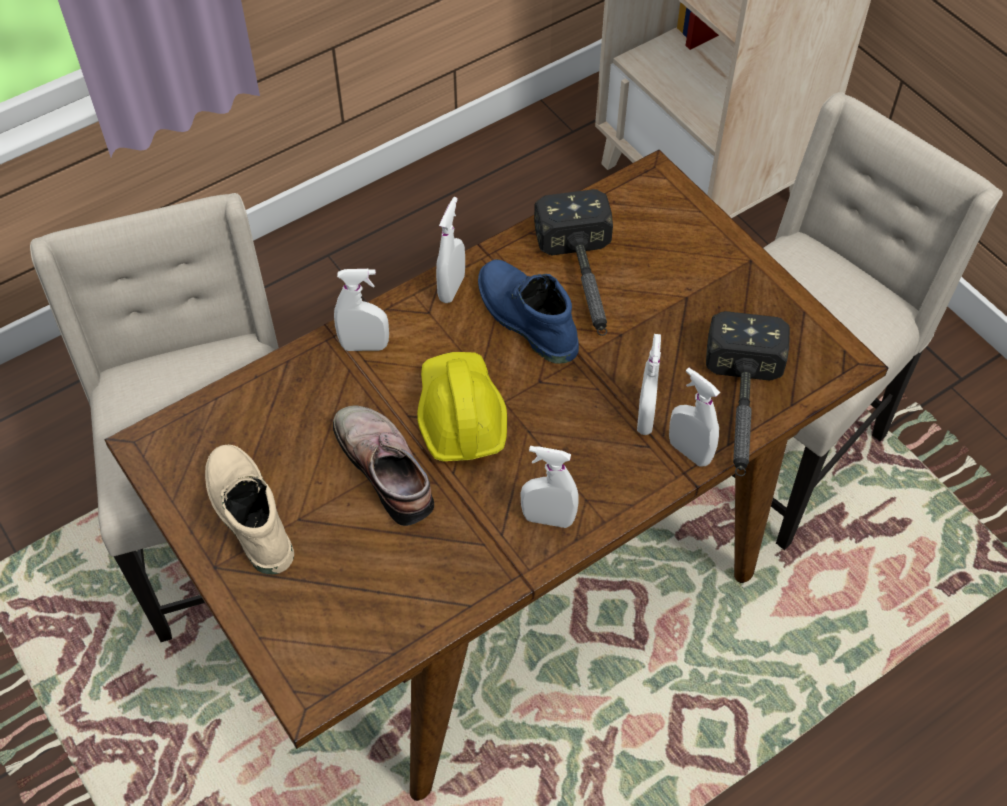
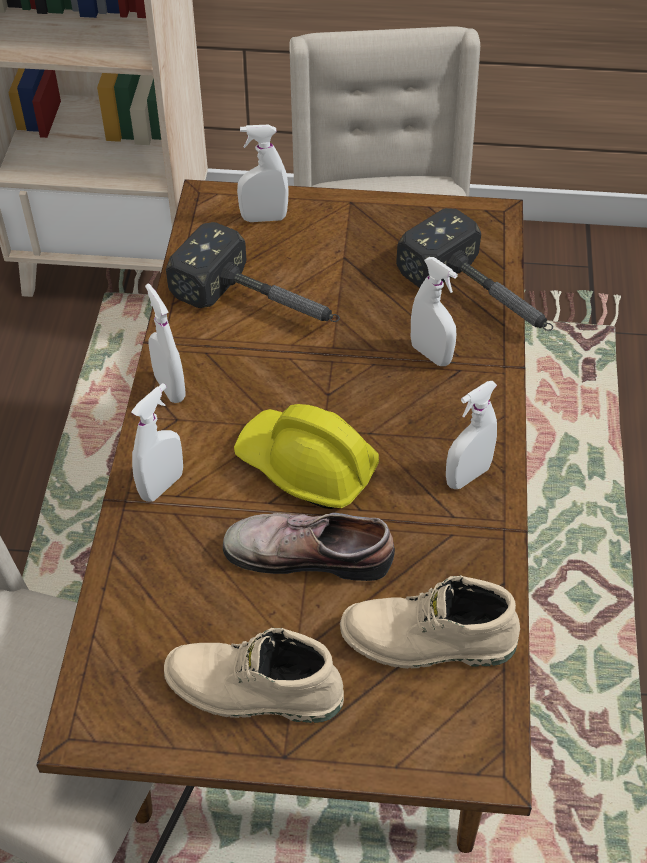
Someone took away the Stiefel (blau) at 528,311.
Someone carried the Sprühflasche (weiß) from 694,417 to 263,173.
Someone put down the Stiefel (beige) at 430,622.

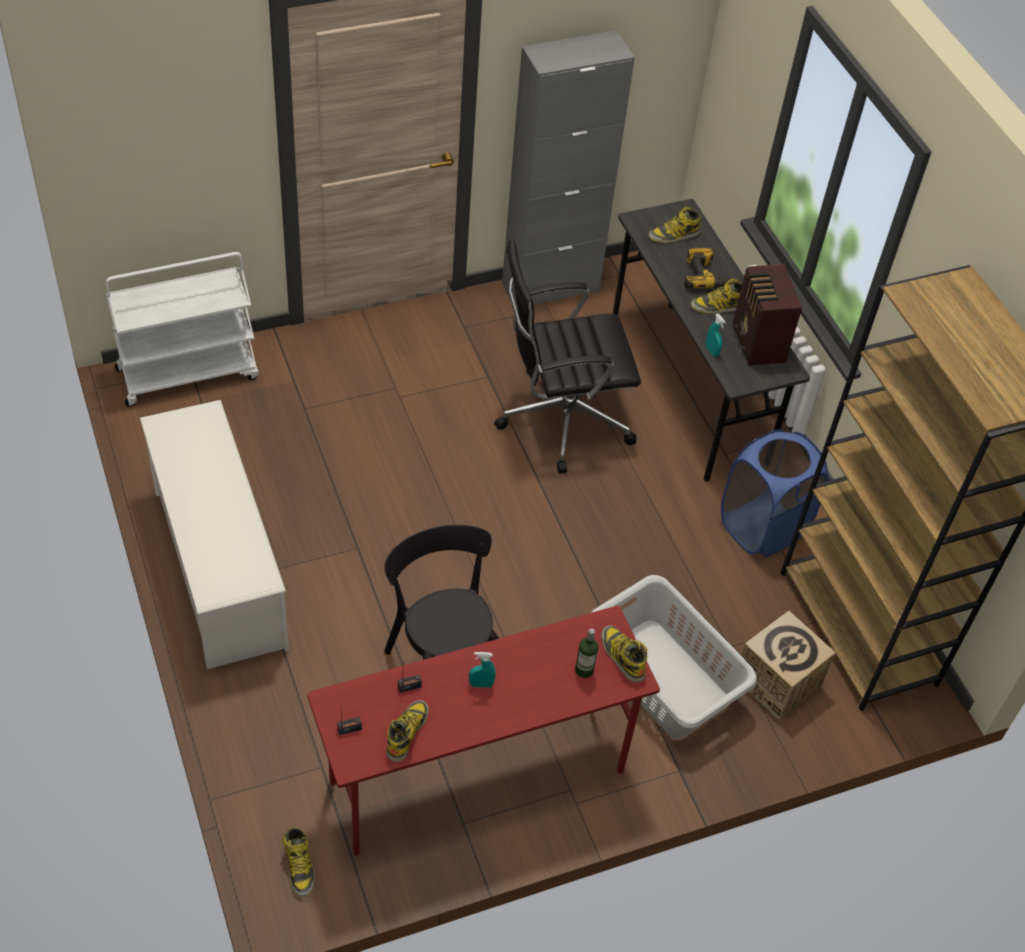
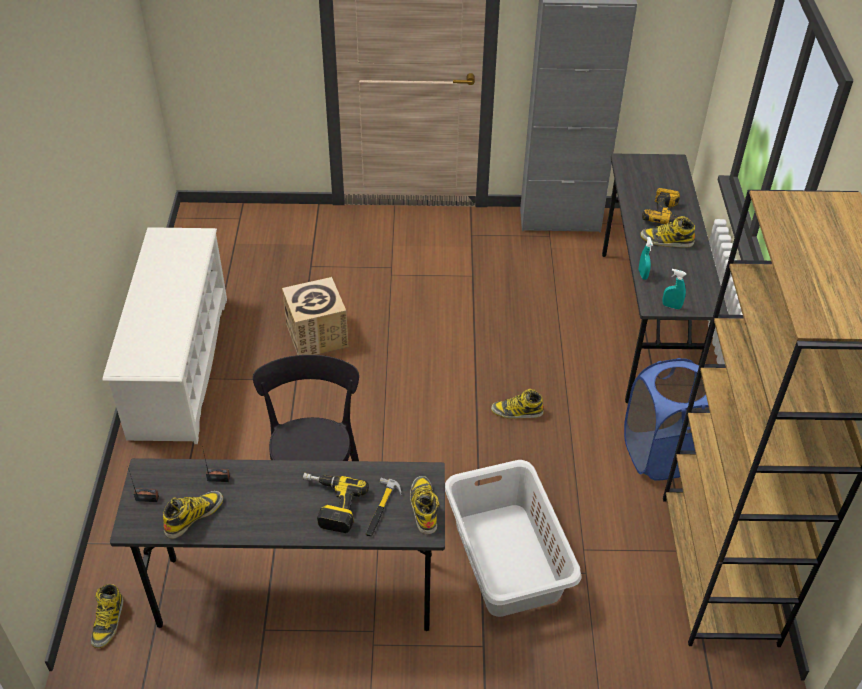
Someone took away the Rollwagen (weiß) at 182,329.
Someone repainted the Schreibtisch (rot) at 483,731, which became the Schreibtisch (grau) at 277,544.
Someone carried the Sprühflasche (türkis) from 482,670 to 674,289.
Someone took away the Bürostuhl (schwarz) at 567,356.
Someone swapped the Flasche at 586,653 for the Hammer at 383,507.
Someone carried the Stiefel from 674,225 to 517,404.
Someone took away the Radio at 767,315.
Someone carried the Karton from 788,665 to 315,316.
Someone put down the Bohrmaschine at 336,503.

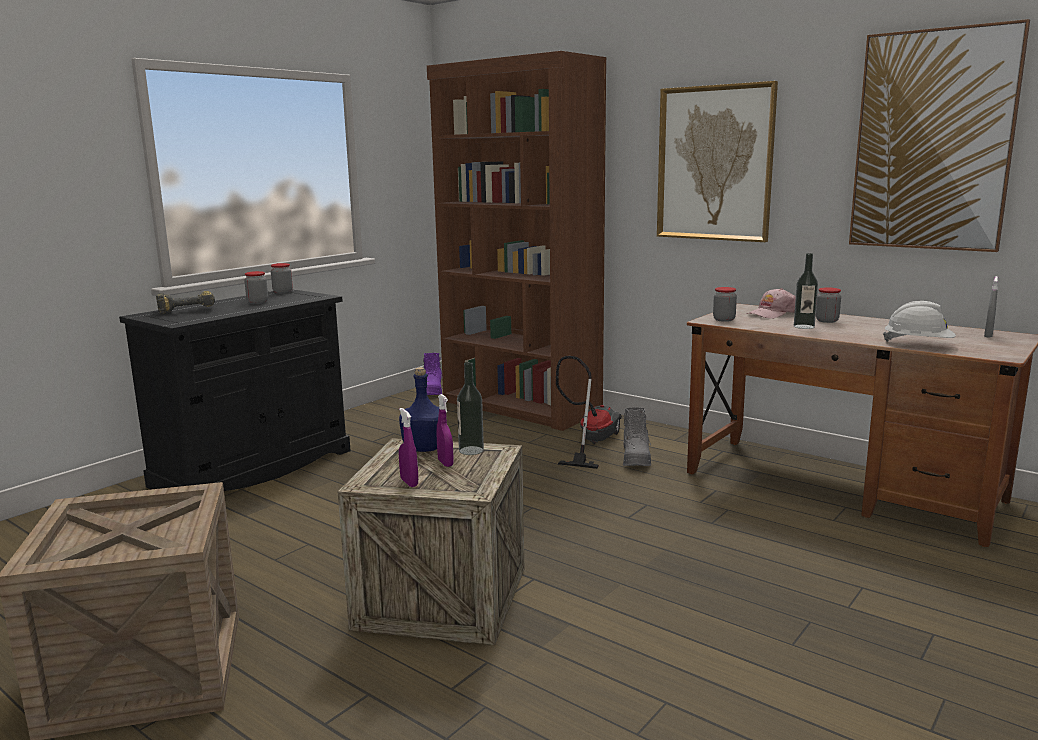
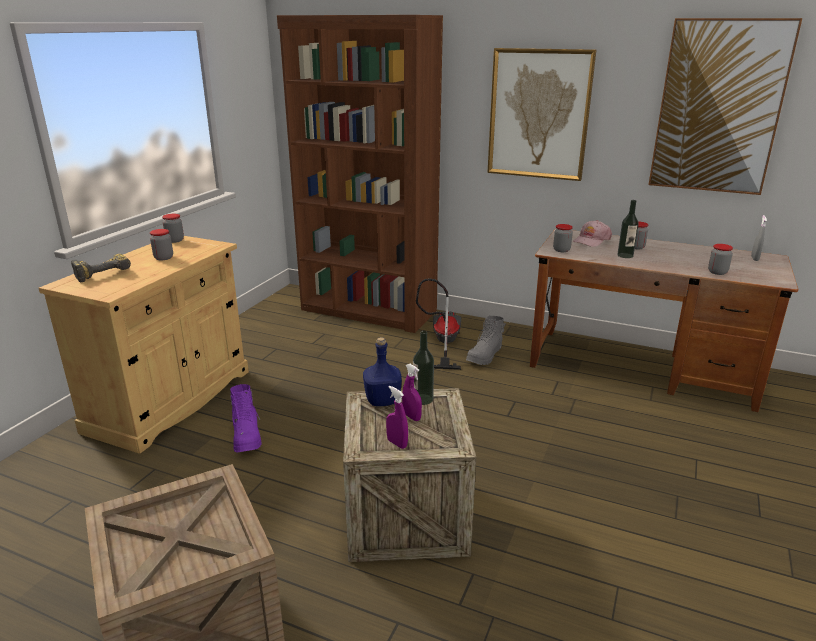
Someone repainted the Schrank (schwarz) at 235,390, which became the Schrank (beige) at 144,344.
Someone carried the Stiefel (lila) from 432,374 to 246,418.
Someone rotated the Stiefel (grau) at 637,436 by 45 degrees clockwise.
Someone swapped the Schutzhelm (weiß) at 919,321 for the Vorratsglas at 720,259.

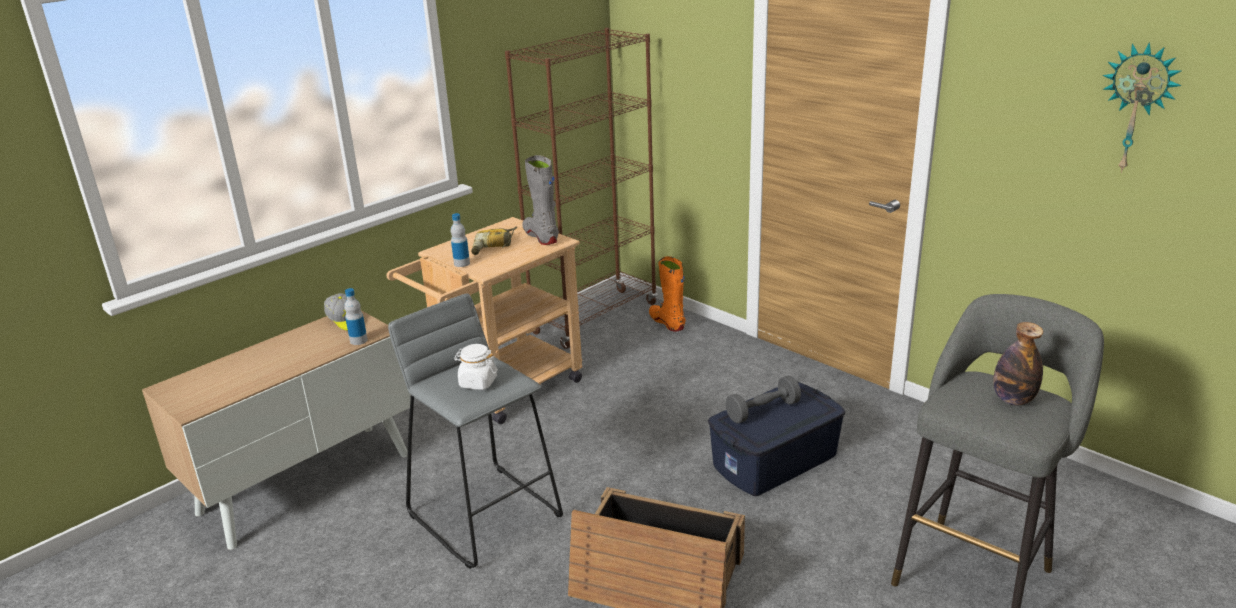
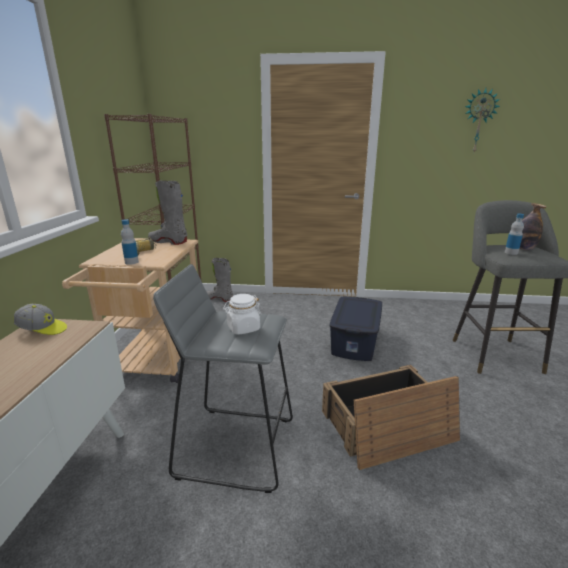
Someone carried the Flasche from 356,316 to 514,234.
Someone repainted the Stiefel (orange) at 667,293, which became the Stiefel (grau) at 219,280.
Someone took away the Hantel (grau) at 763,399.

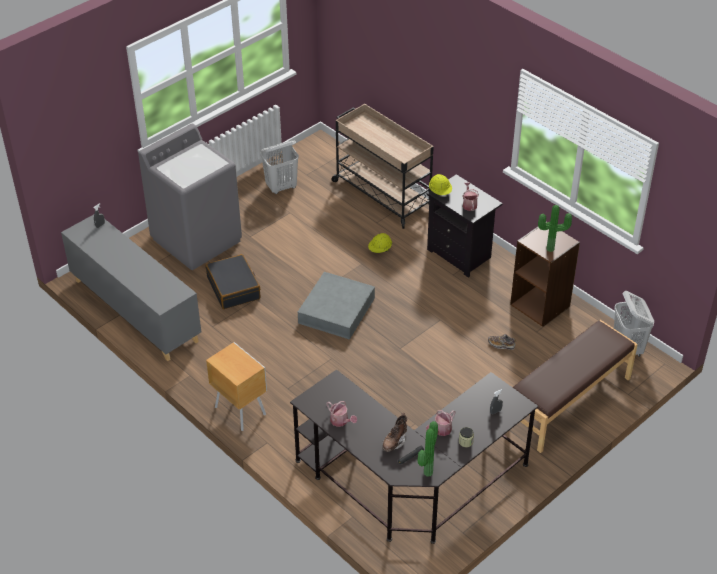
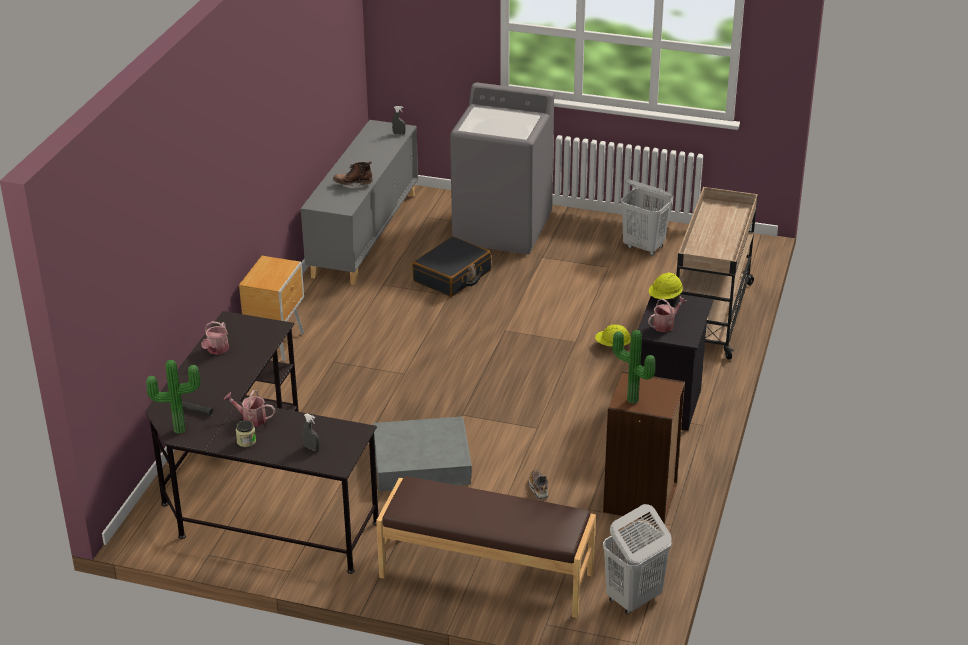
Someone carried the Aufbewahrungsbox (grau) from 336,306 to 422,453.
Someone carried the Stiefel (braun) from 394,432 to 353,175.

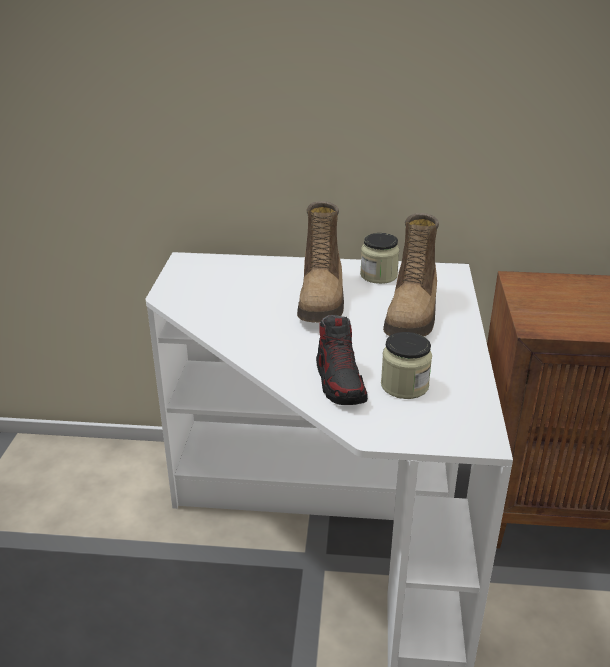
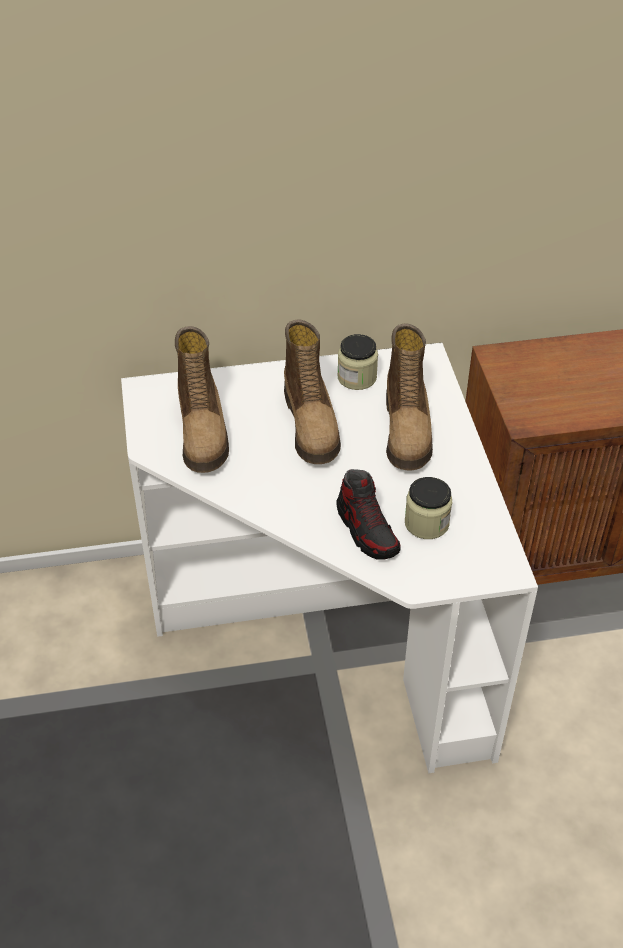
Someone put down the Stiefel at 202,399.

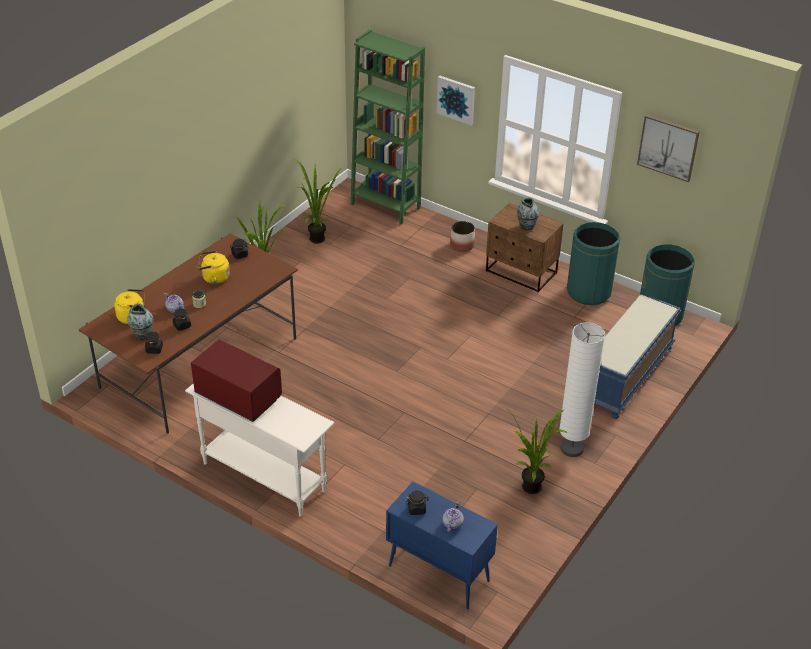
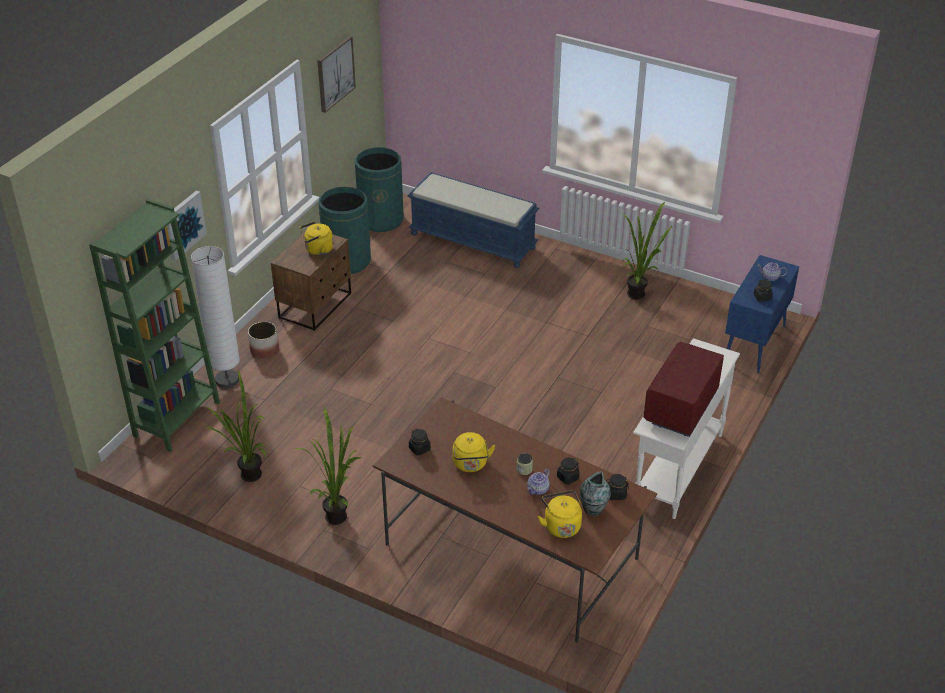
Someone swapped the Vase at 528,214 for the Wasserkessel (gelb) at 316,238.
Someone carried the Stehlampe (weiß) from 582,390 to 215,317.

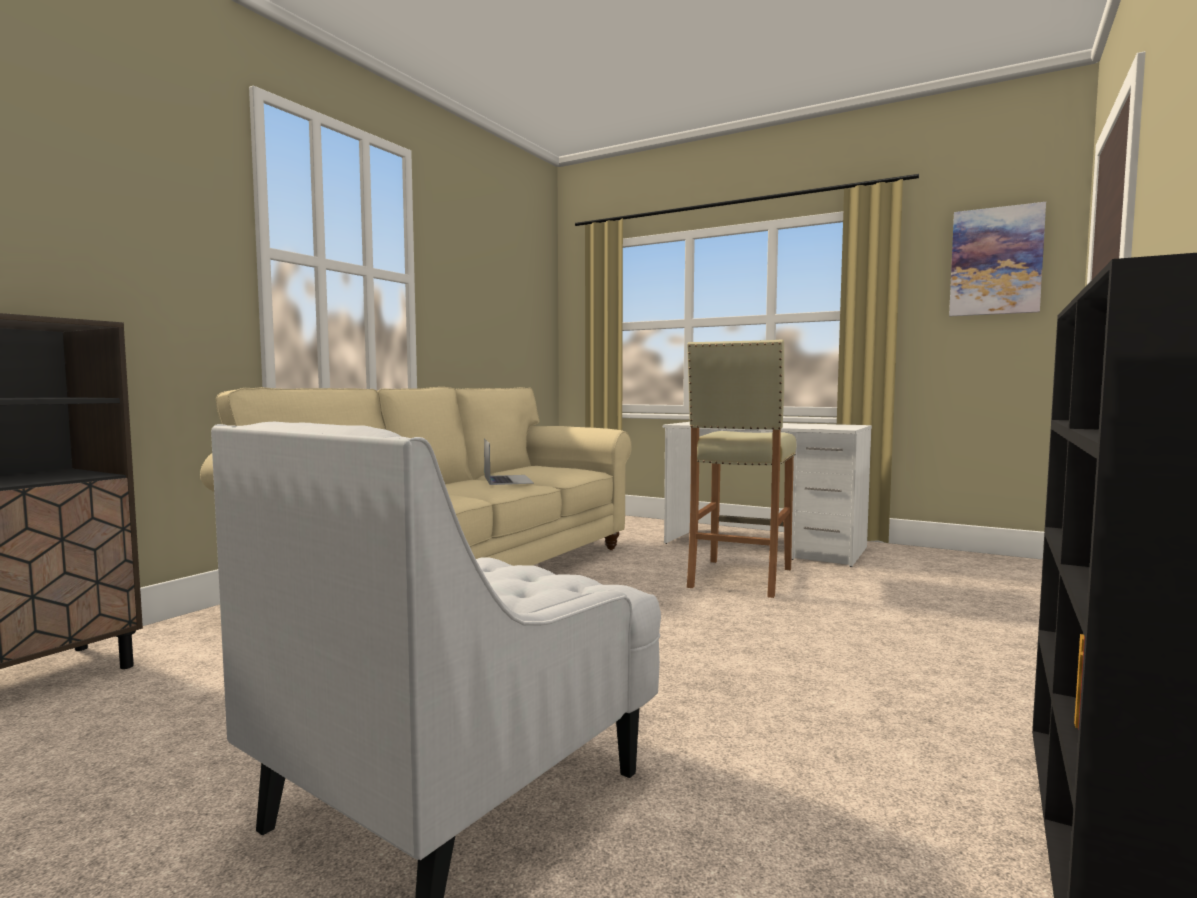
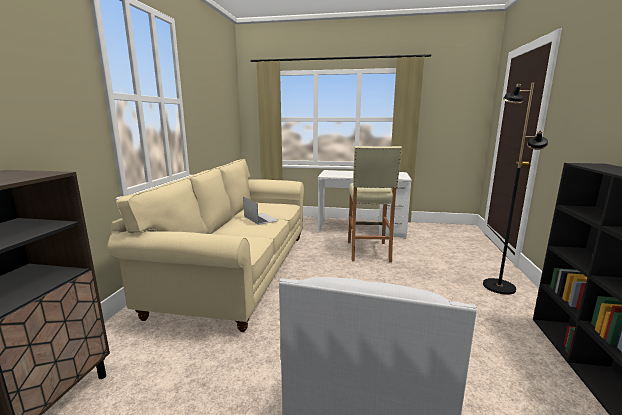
Someone took away the Bild at 997,259.
Someone put down the Stehlampe (schwarz) at 515,189.

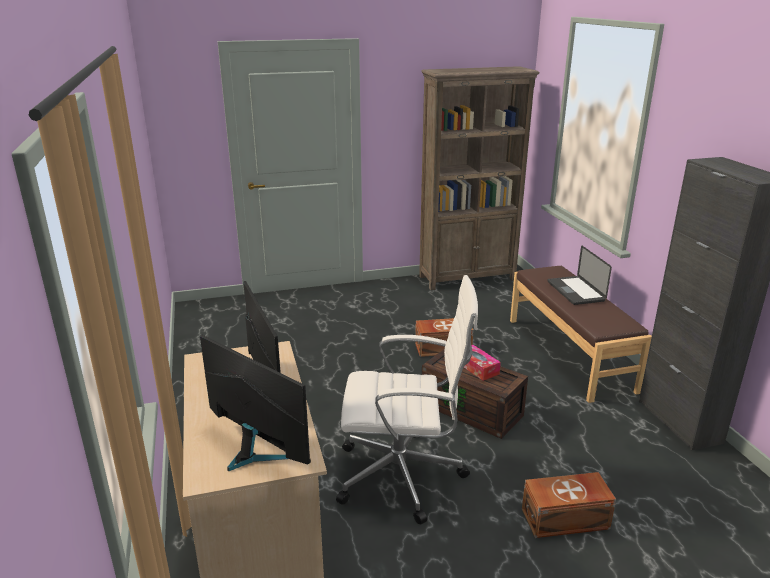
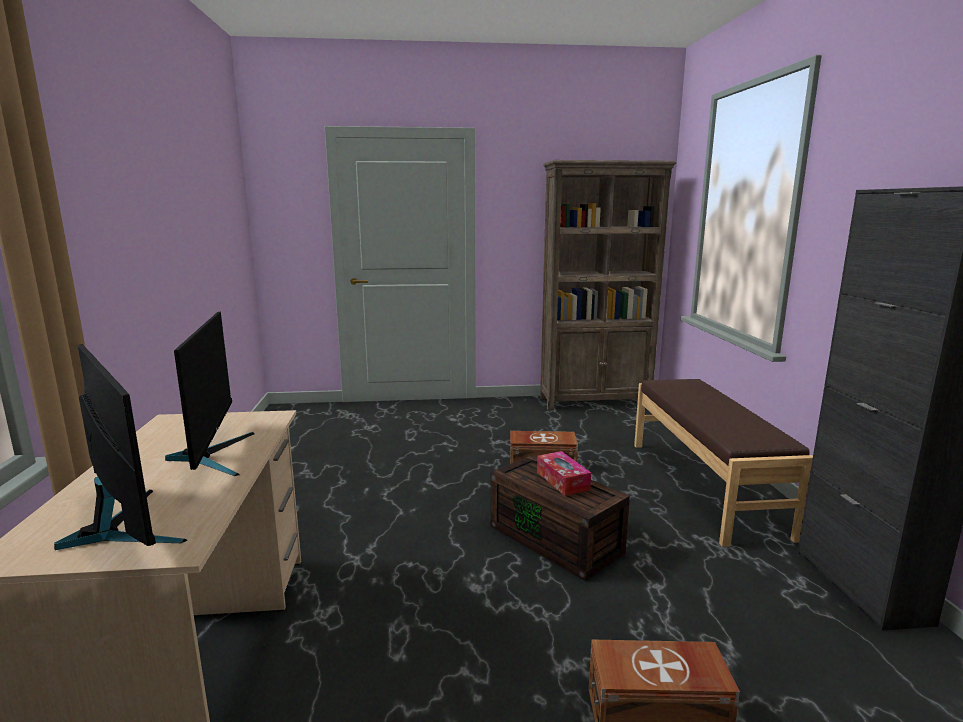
Someone took away the Bürostuhl (weiß) at 407,400.
Someone took away the Laptop at 580,275.

